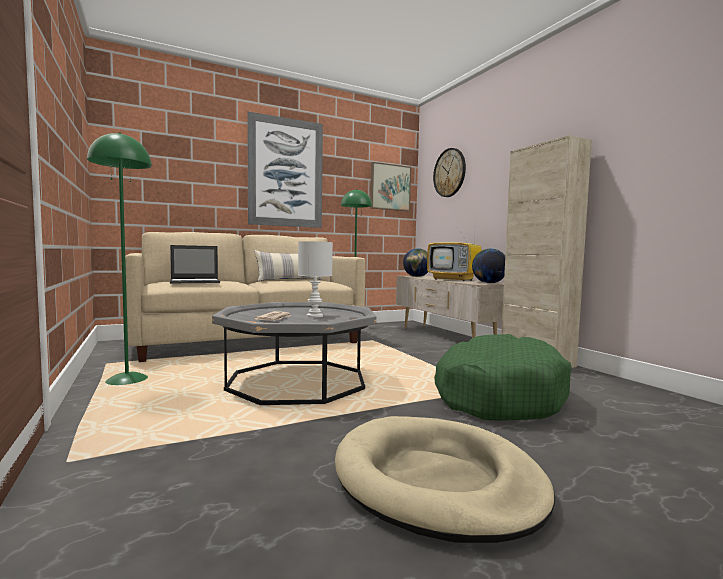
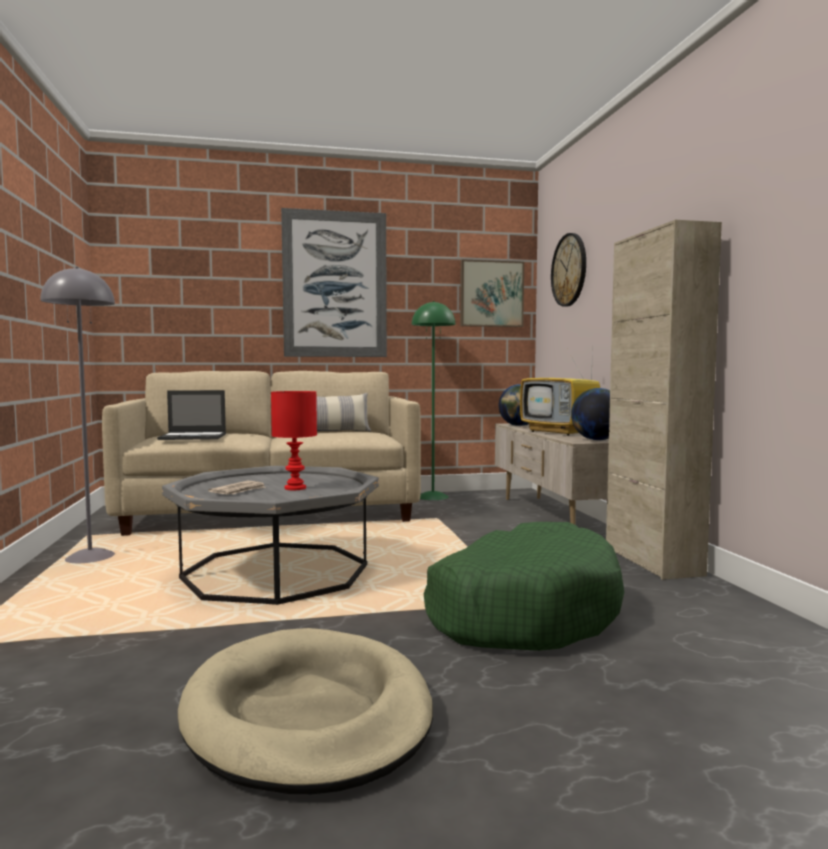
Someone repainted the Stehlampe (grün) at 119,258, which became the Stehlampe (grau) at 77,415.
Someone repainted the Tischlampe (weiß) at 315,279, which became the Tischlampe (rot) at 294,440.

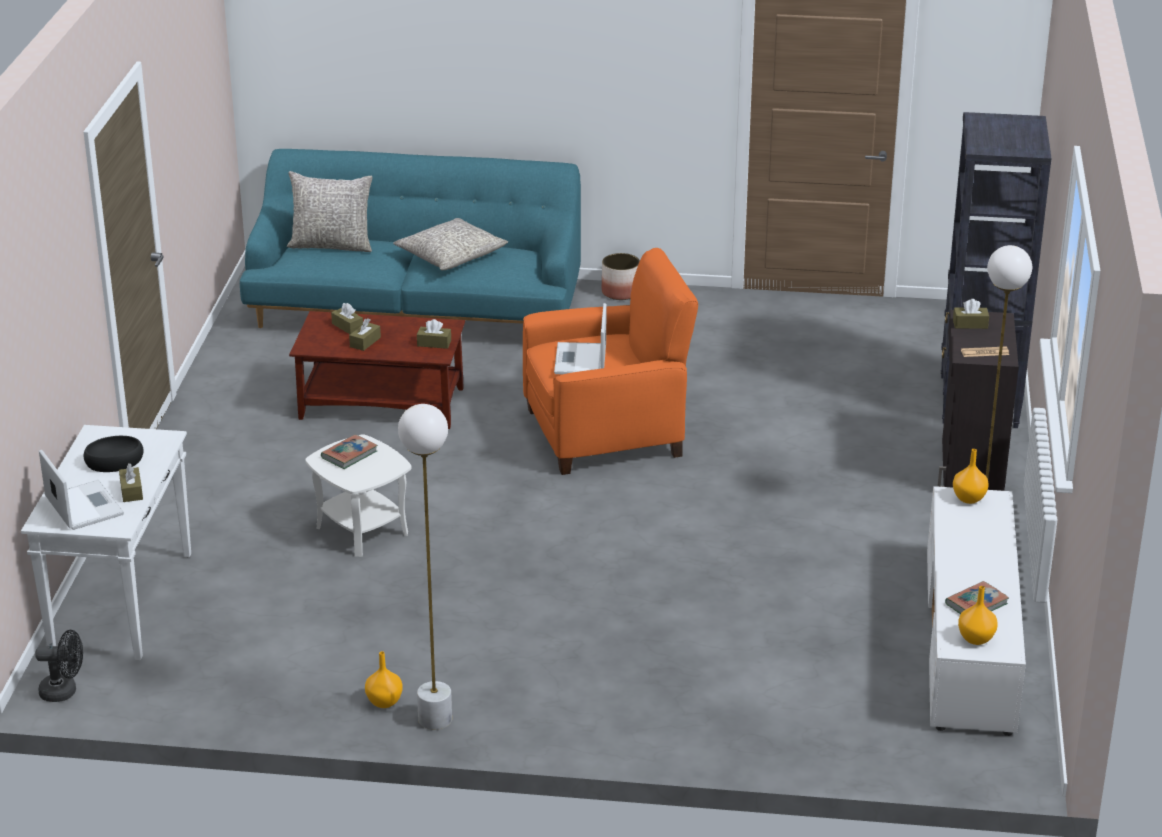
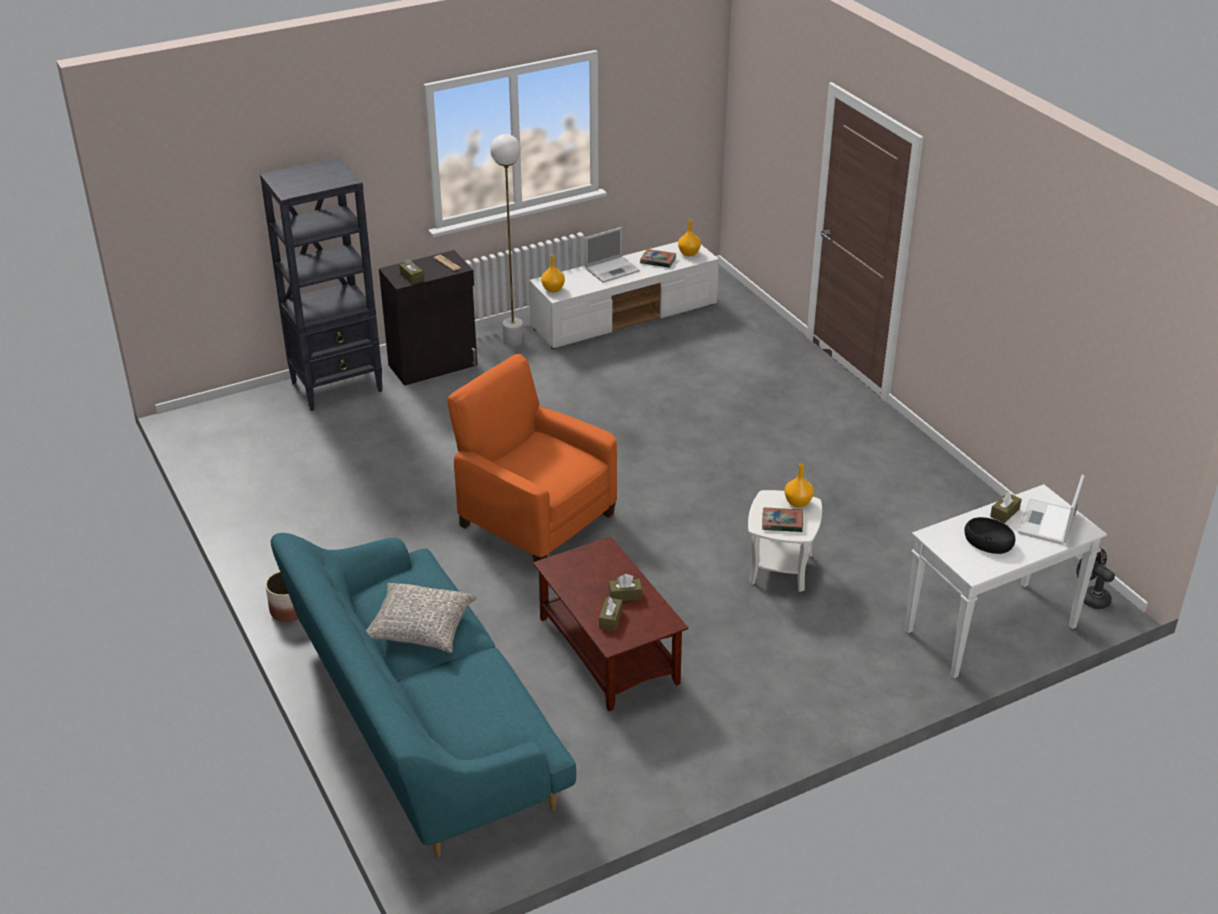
Someone took away the Kissen (grau) at 330,211.
Someone carried the Vase (orange) from 384,679 to 799,485.
Someone took away the Stehlampe (weiß) at 425,567.
Someone took away the Taschentuchbox (braun) at 434,334.
Someone carried the Laptop from 580,338 to 612,255.

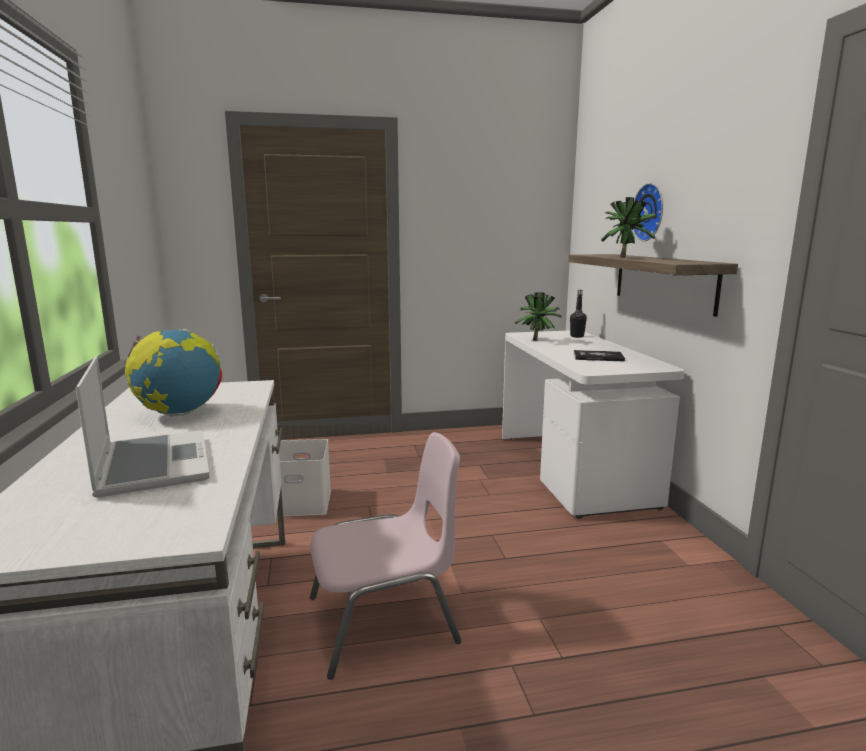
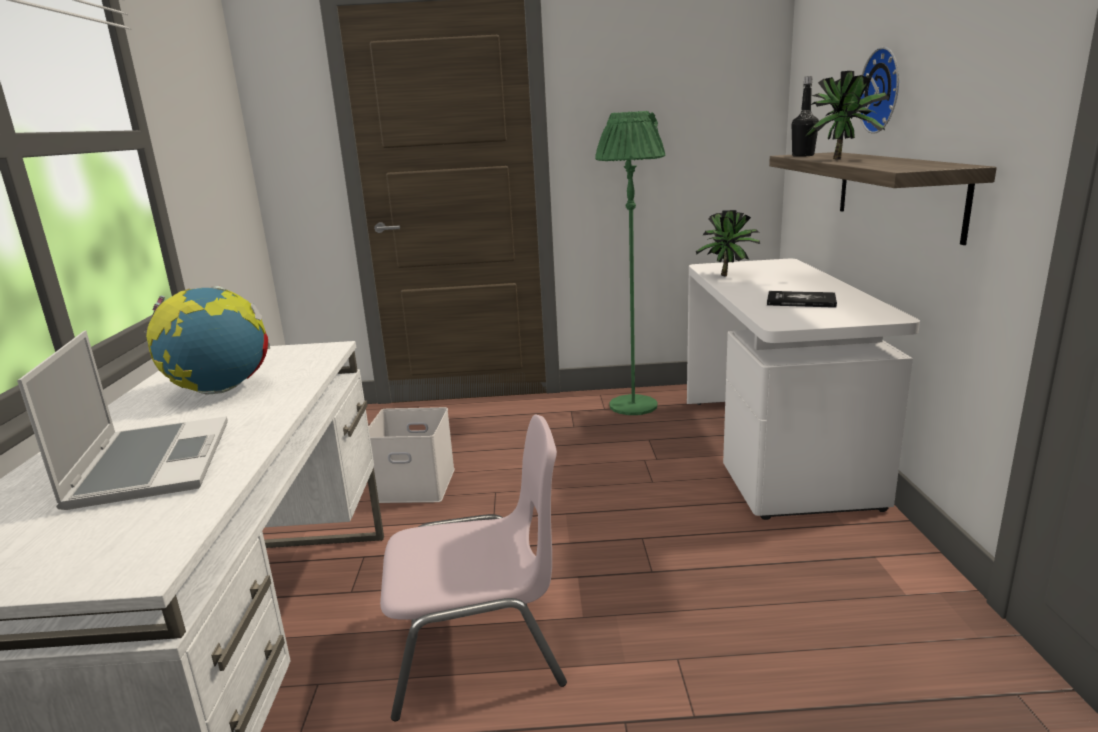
Someone carried the Flasche (schwarz) from 578,314 to 805,116.
Someone put down the Stehlampe (grün) at 630,263.

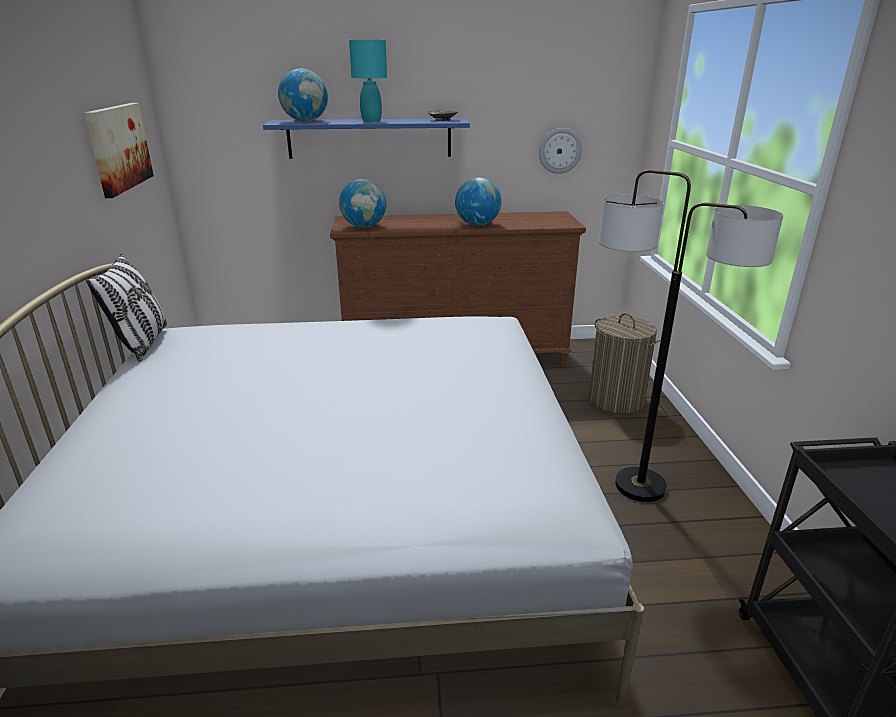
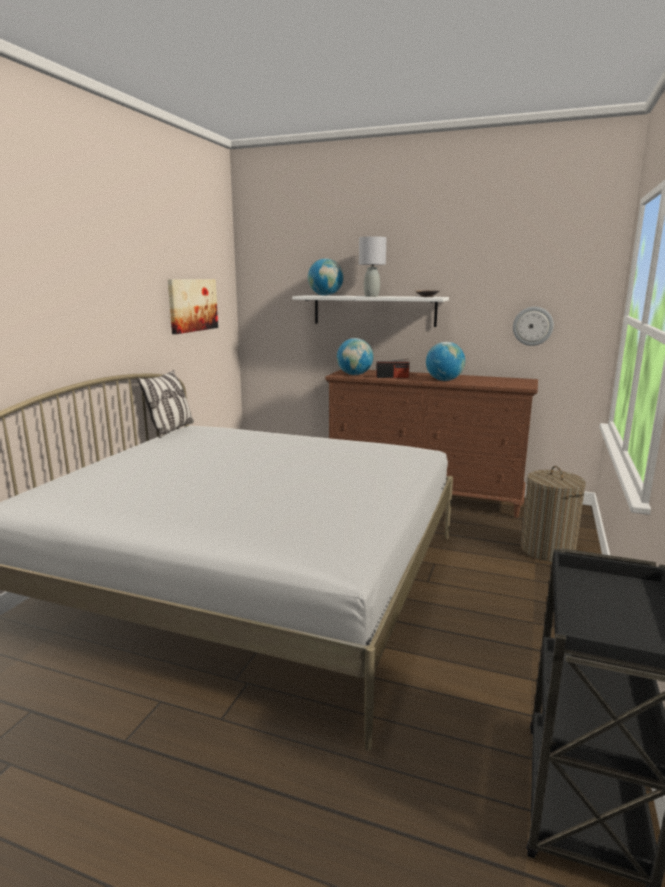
Someone repainted the Wandregal (blau) at 366,138, which became the Wandregal (weiß) at 370,311.
Someone repainted the Tischlampe (türkis) at 368,81, which became the Tischlampe (grau) at 372,266.
Someone took away the Stehlampe at 690,336.
Someone put down the Radio at 392,368.

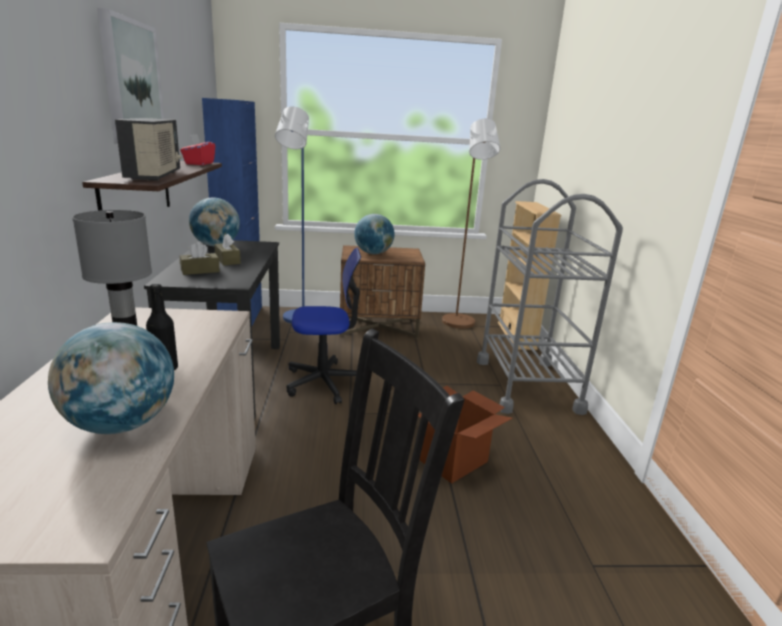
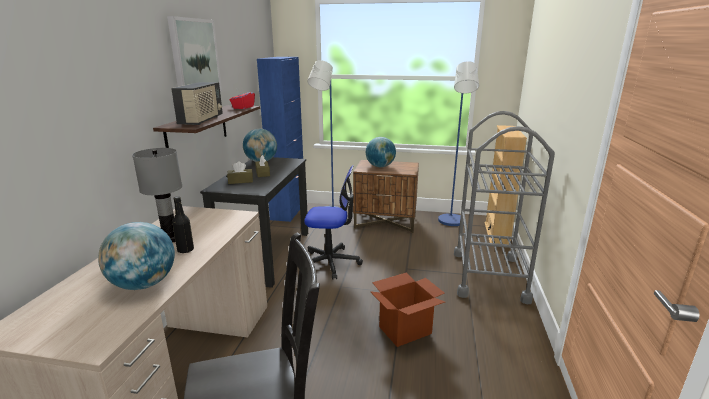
Someone repainted the Stehlampe (braun) at 471,224, which became the Stehlampe (blau) at 458,143.

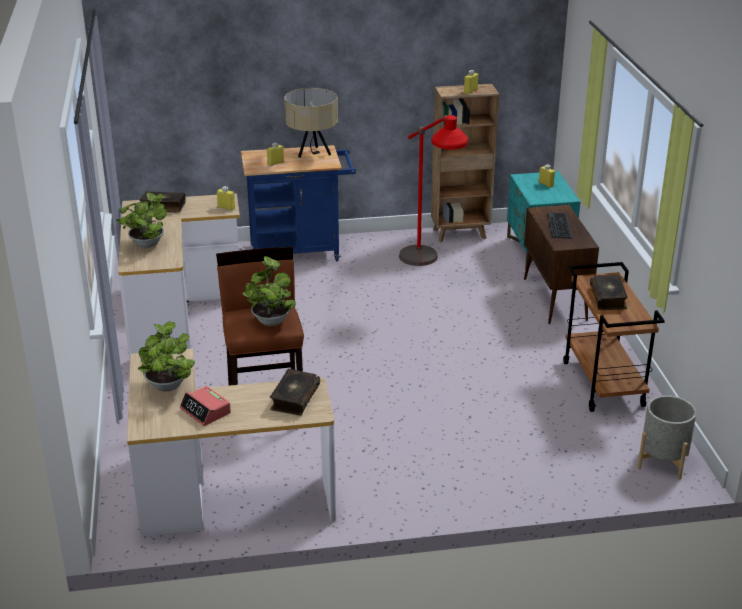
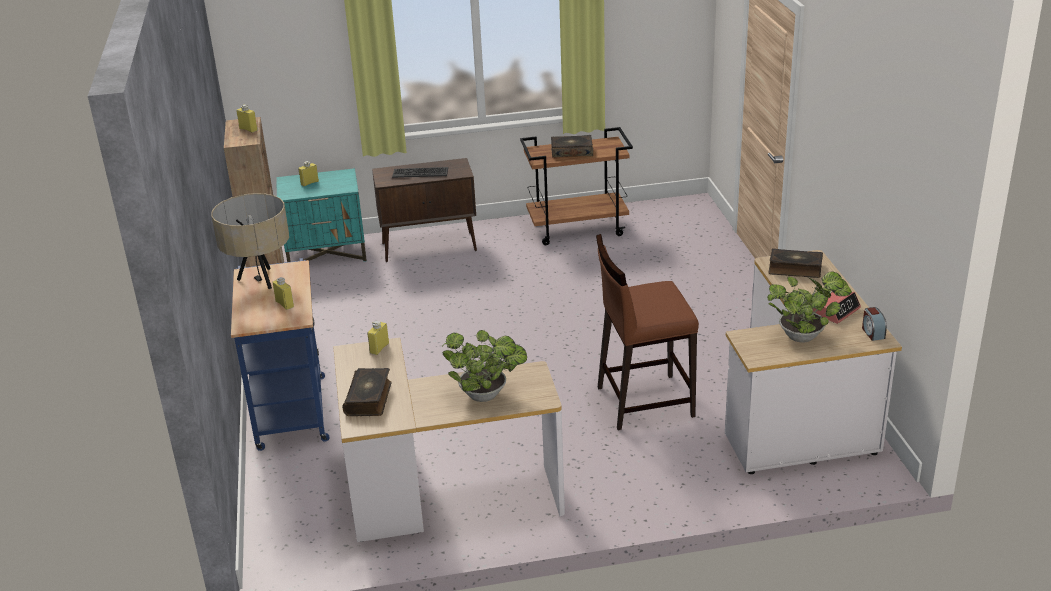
Someone took away the Topfpflanze at 269,291.
Someone took away the Stehlampe (rot) at 433,190.
Someone took away the Pflanzkübel (grau) at 666,437.
Someone put down the Wecker at 874,324.

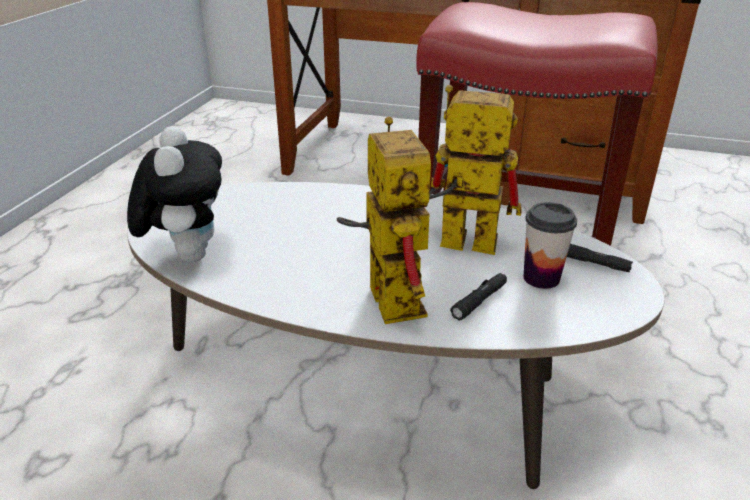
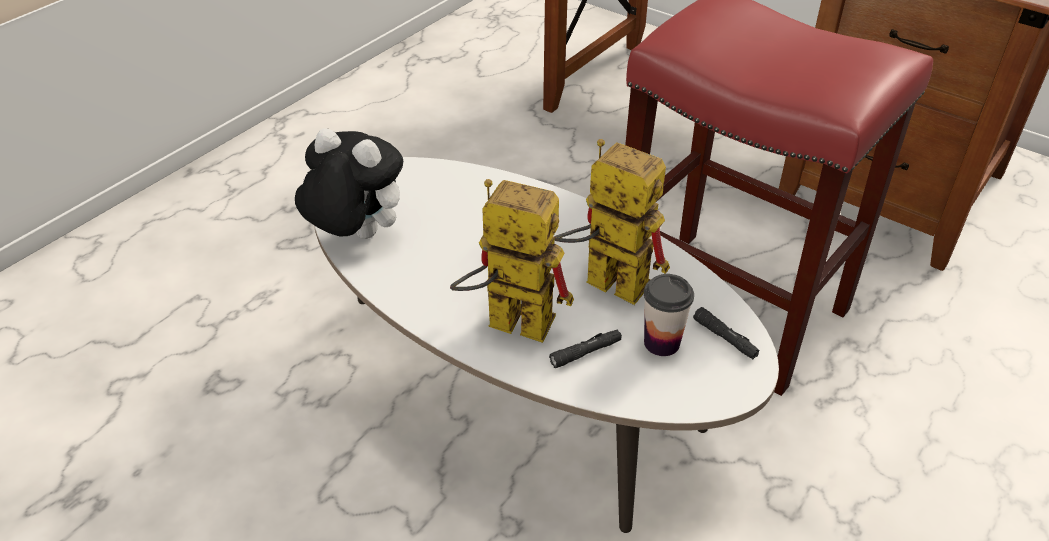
Someone rotated the Plüschtier at 174,194 by 75 degrees counterclockwise.
Someone rotated the Spielzeugroboter at 384,220 by 75 degrees counterclockwise.

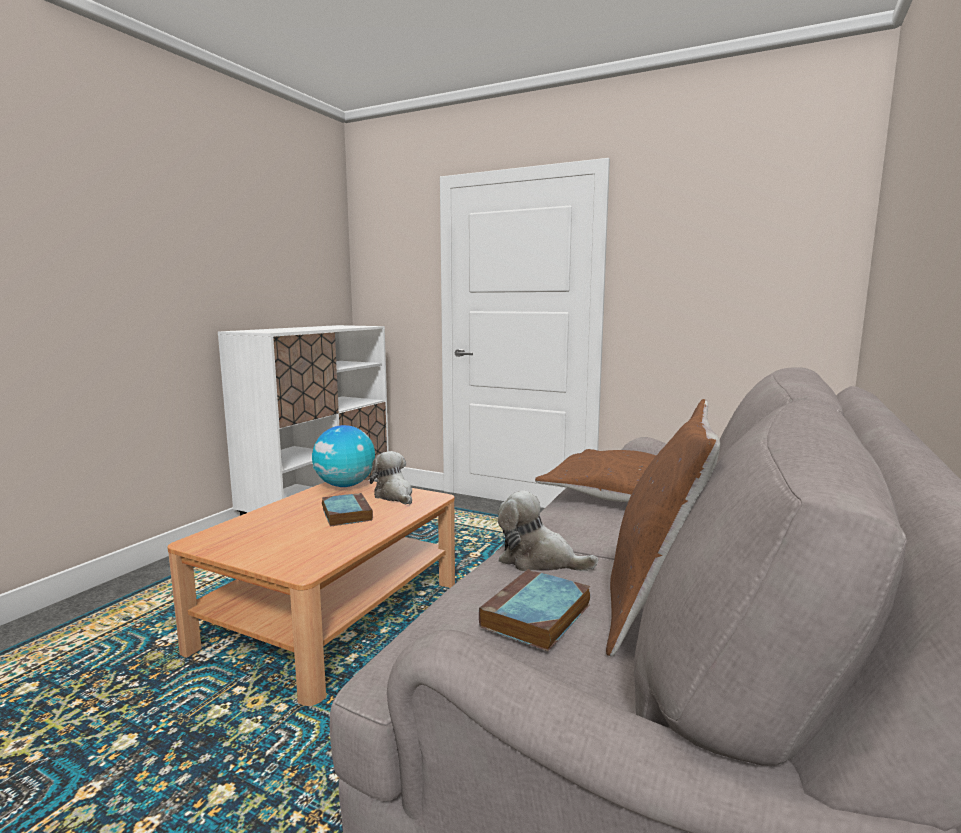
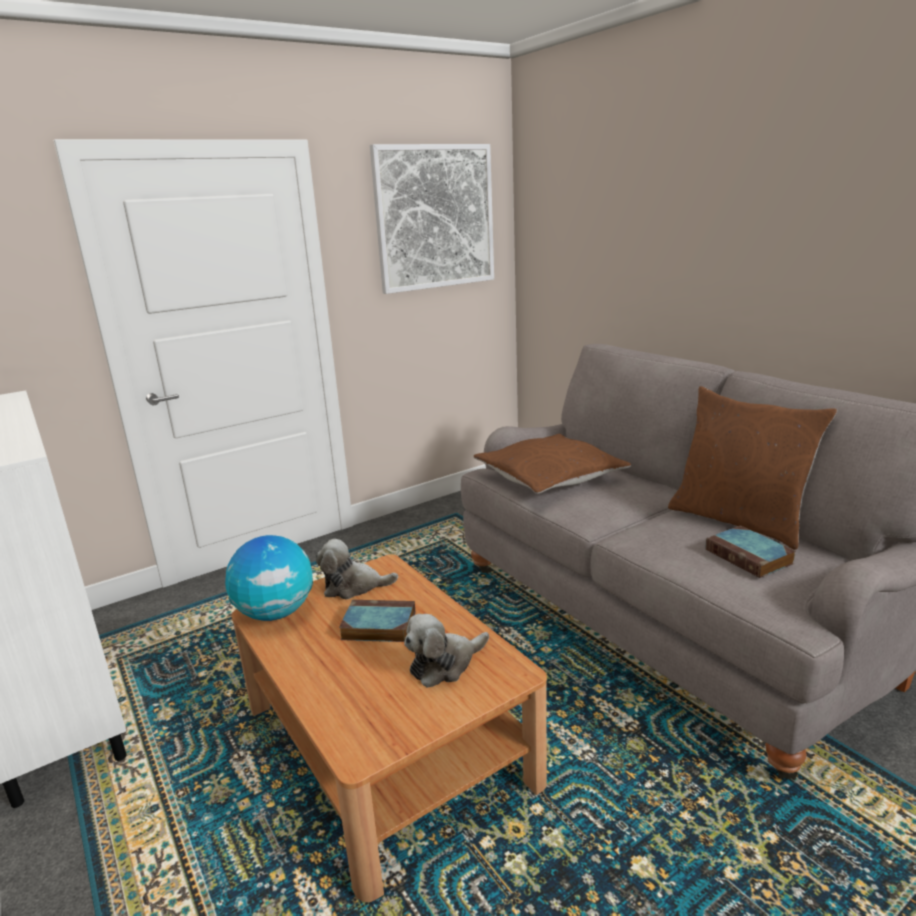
Someone carried the Plüschtier from 548,530 to 446,651.
Someone put up the Bild at 432,219.

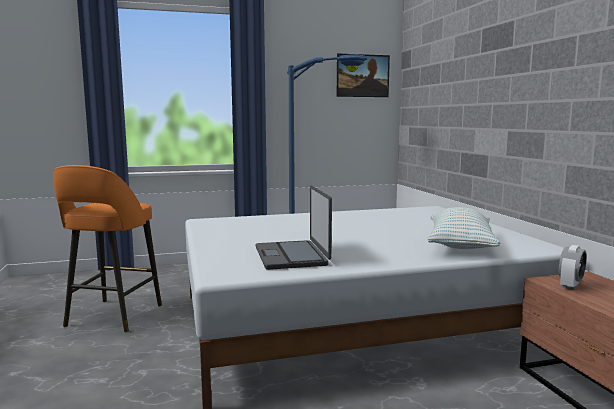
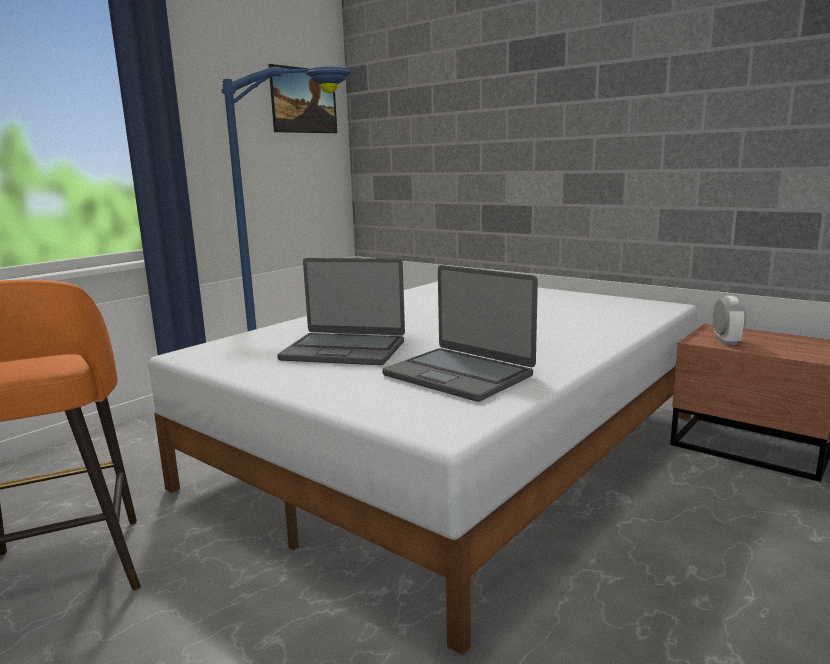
Someone took away the Kissen at 464,228.
Someone put down the Laptop at 341,311.

